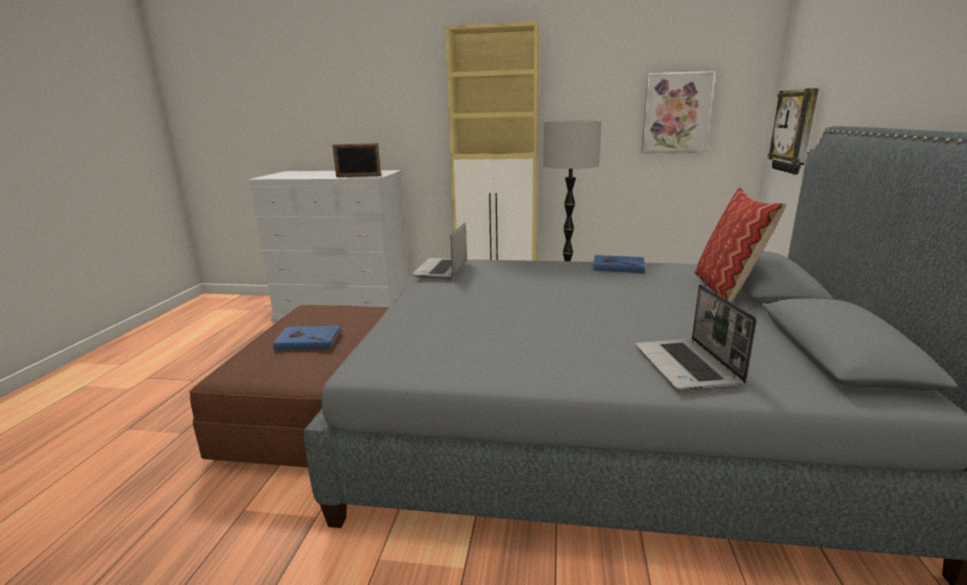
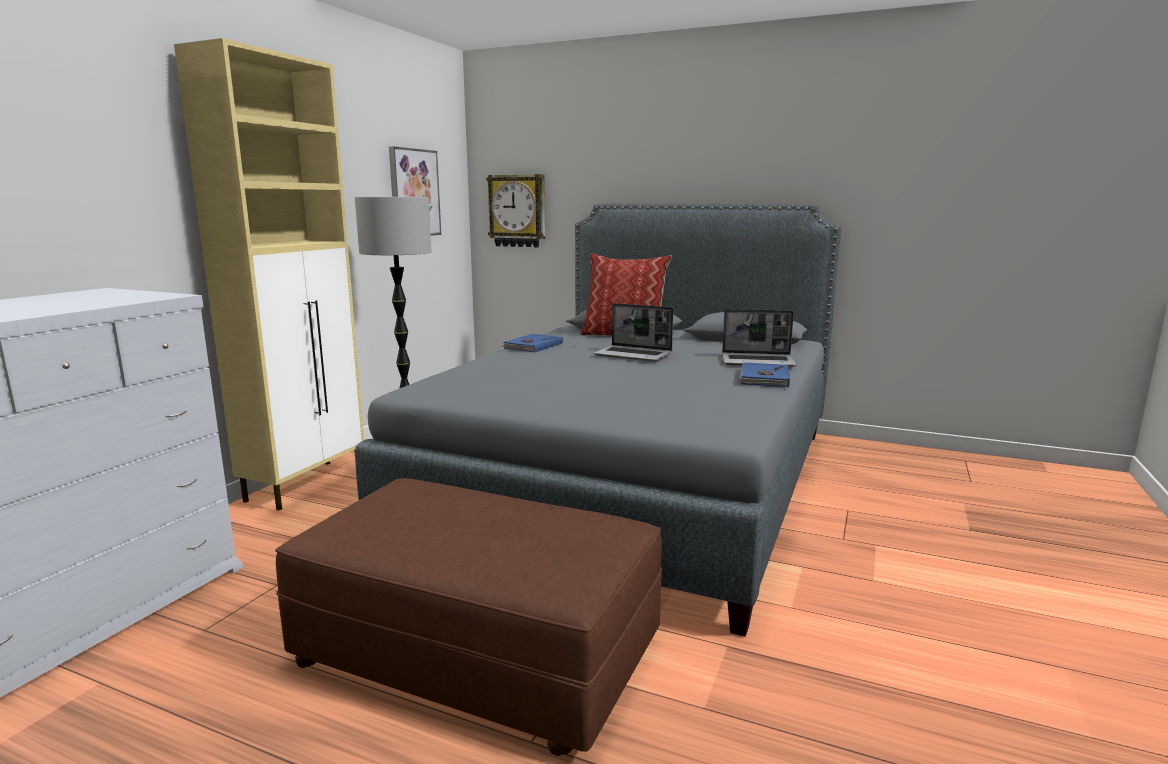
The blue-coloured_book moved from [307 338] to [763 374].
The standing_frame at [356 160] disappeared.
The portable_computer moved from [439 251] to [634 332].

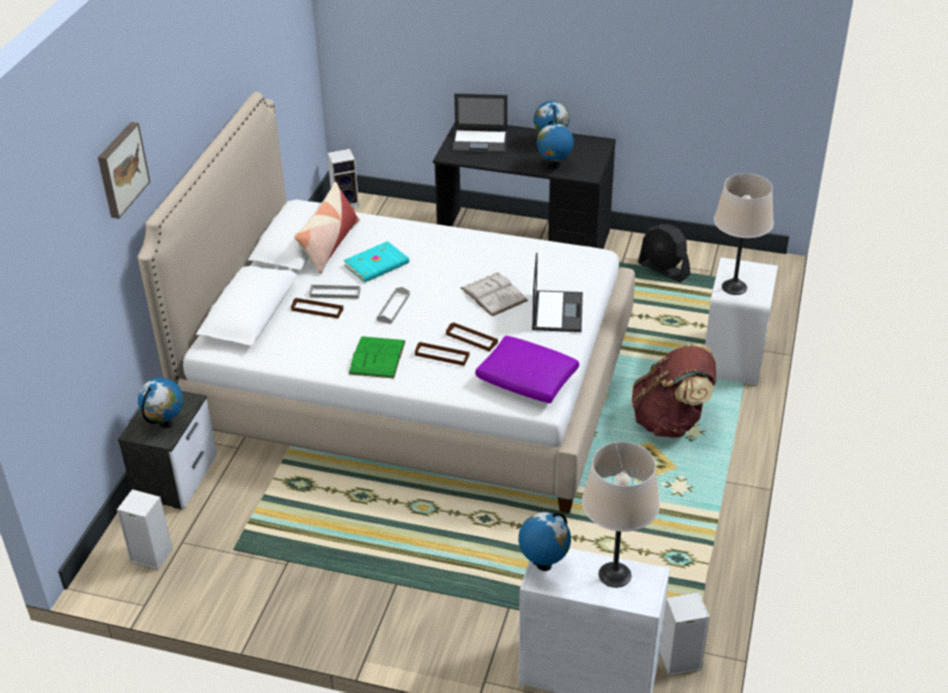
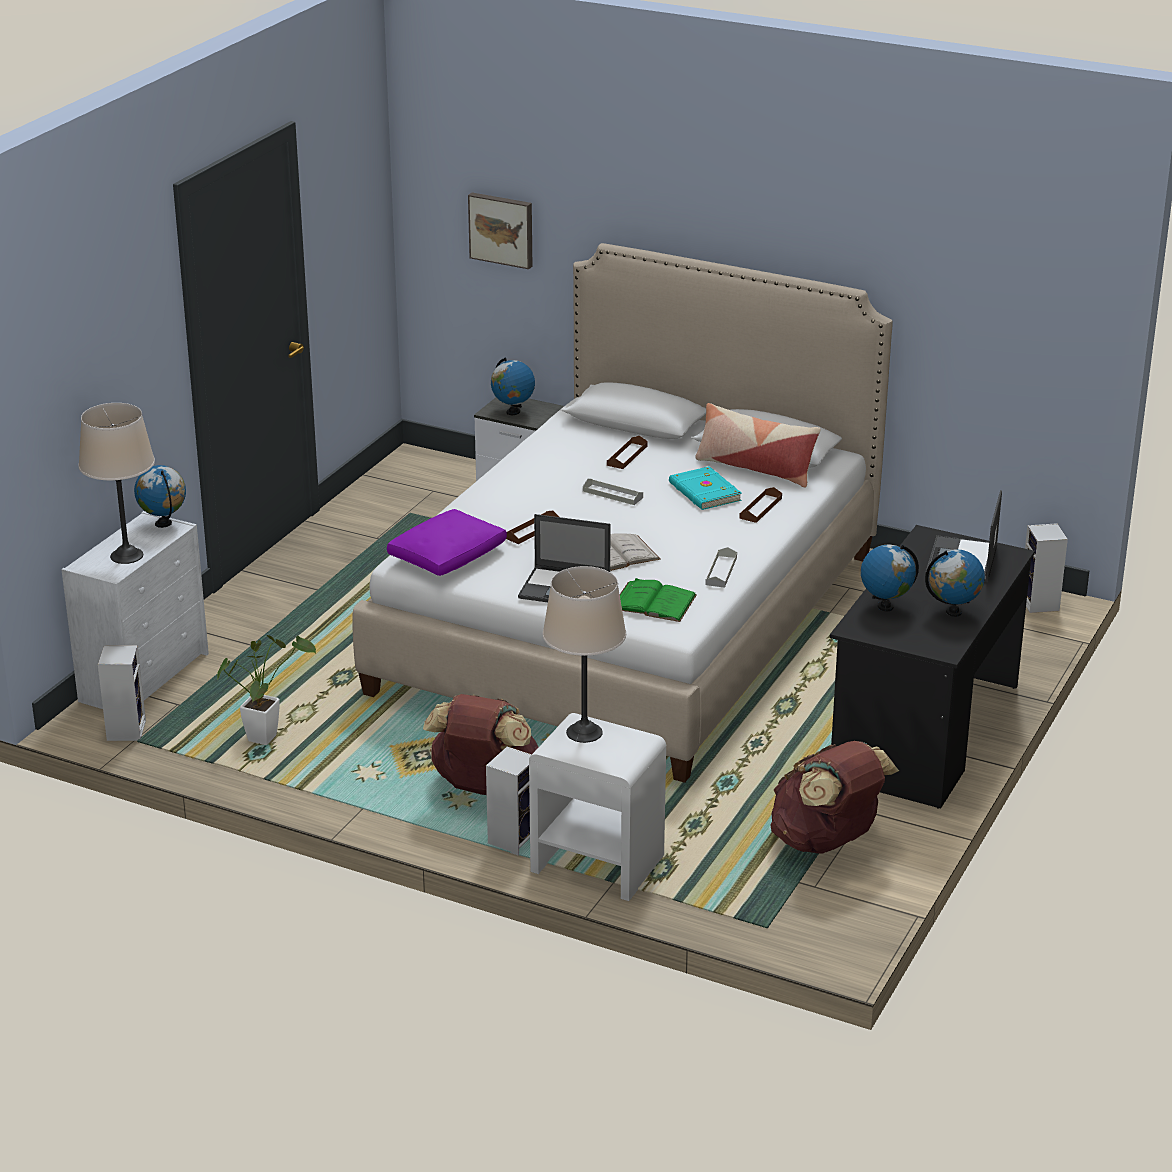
The picture moved from [124 170] to [500 231].
The speaker moved from [145 529] to [509 801].
The greyish_tray moved from [335 292] to [721 567].
The greenish_book moved from [377 357] to [658 600].
The brownish_tray moved from [442 354] to [760 505].
The black-coloured_fan at [664 253] was replaced by the brownish_rucksack at [835 797].
The houseplant at [266 690] appeared.

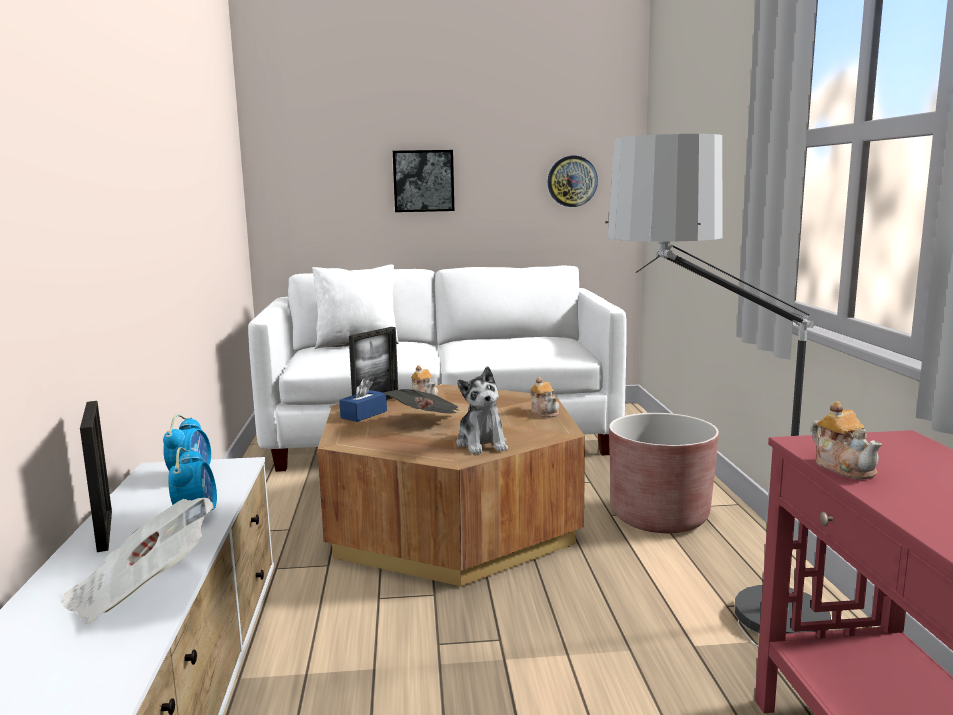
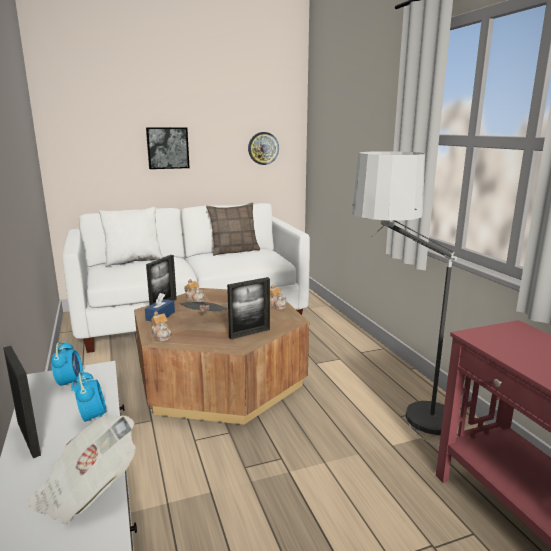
The soft_toy at [482 410] was replaced by the standing_frame at [248 308].
The brownish_plant_pot at [664 473] disappeared.
The pot_for_tea moved from [846 440] to [161 326].
The pillow at [233 229] appeared.

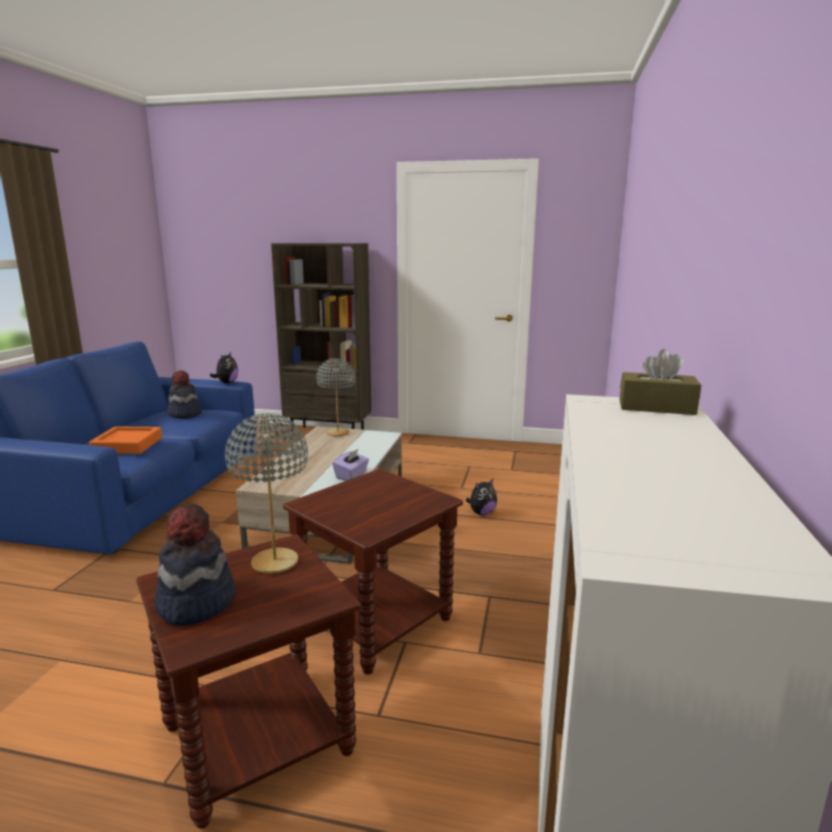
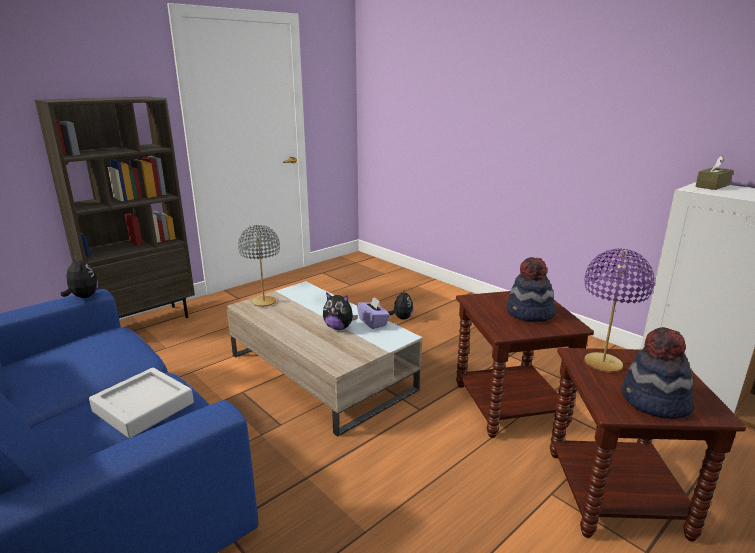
The orangey_tray at [125 440] became the greyish_tray at [141 403].
The hat moved from [184 394] to [531 289].
The greyish_tabletop_lamp at [266 493] became the purple-coloured_tabletop_lamp at [619 311].
The soft_toy at [340 311] appeared.

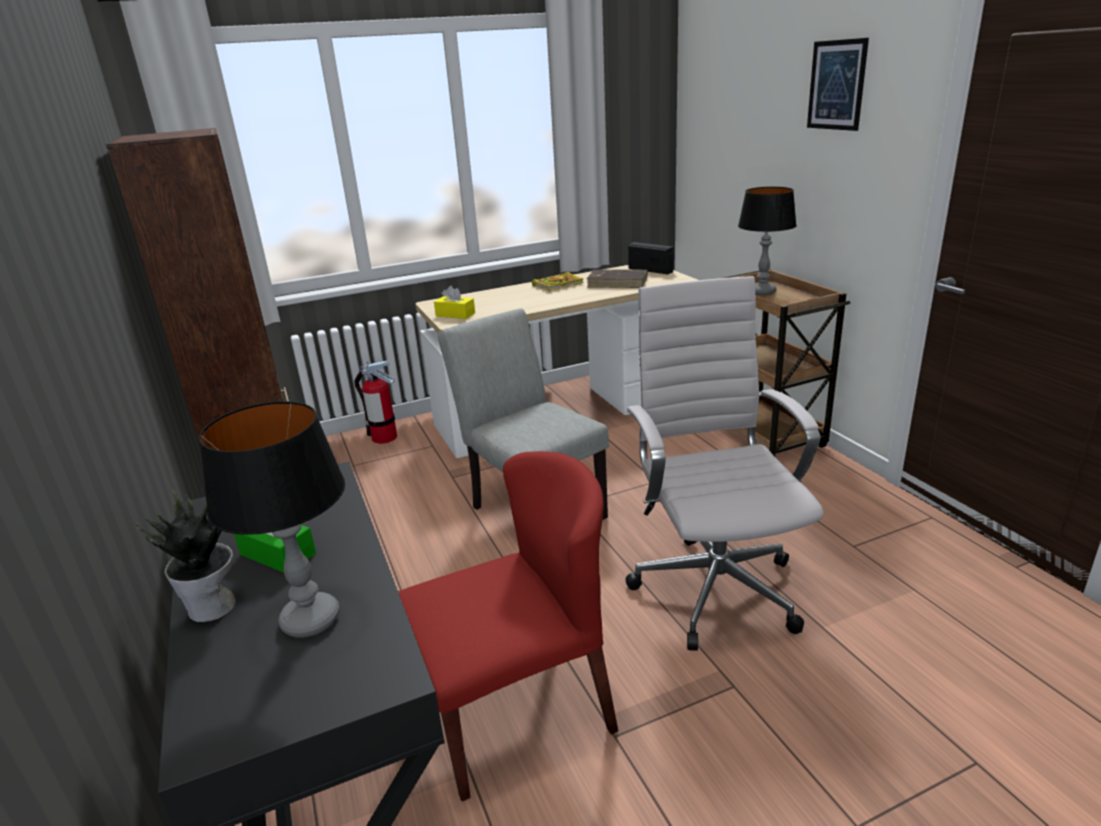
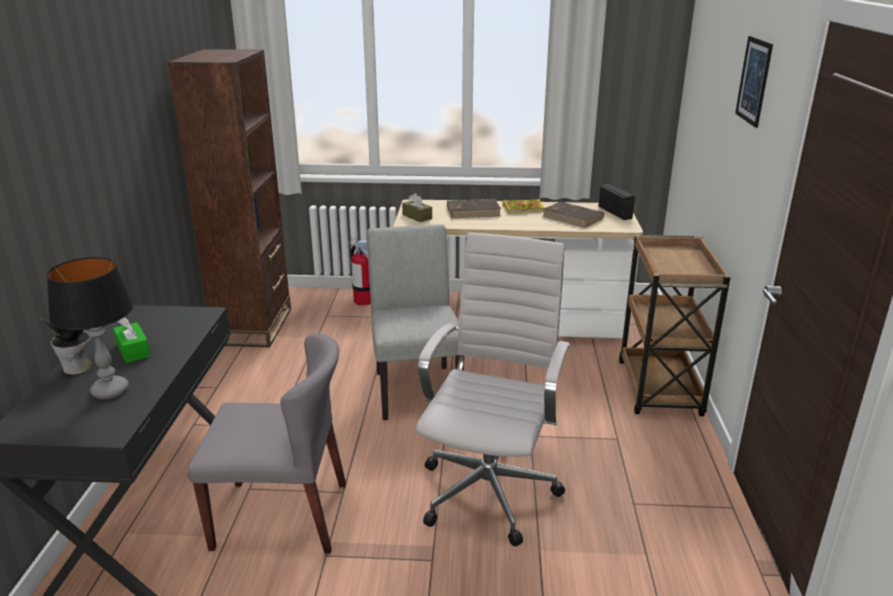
The reddish_upright_chair at [508 626] became the greyish_upright_chair at [267 443].
The yellowish_tissue_box at [454 302] became the brownish_tissue_box at [417 207].
The tabletop_lamp at [767 241] disappeared.
The brownish_book at [474 208] appeared.

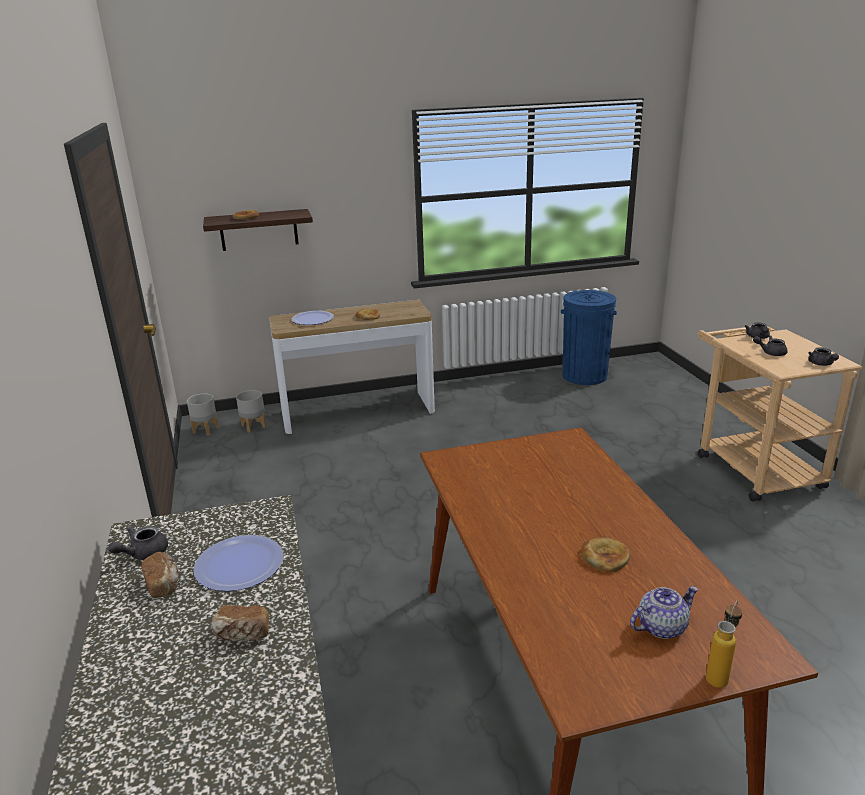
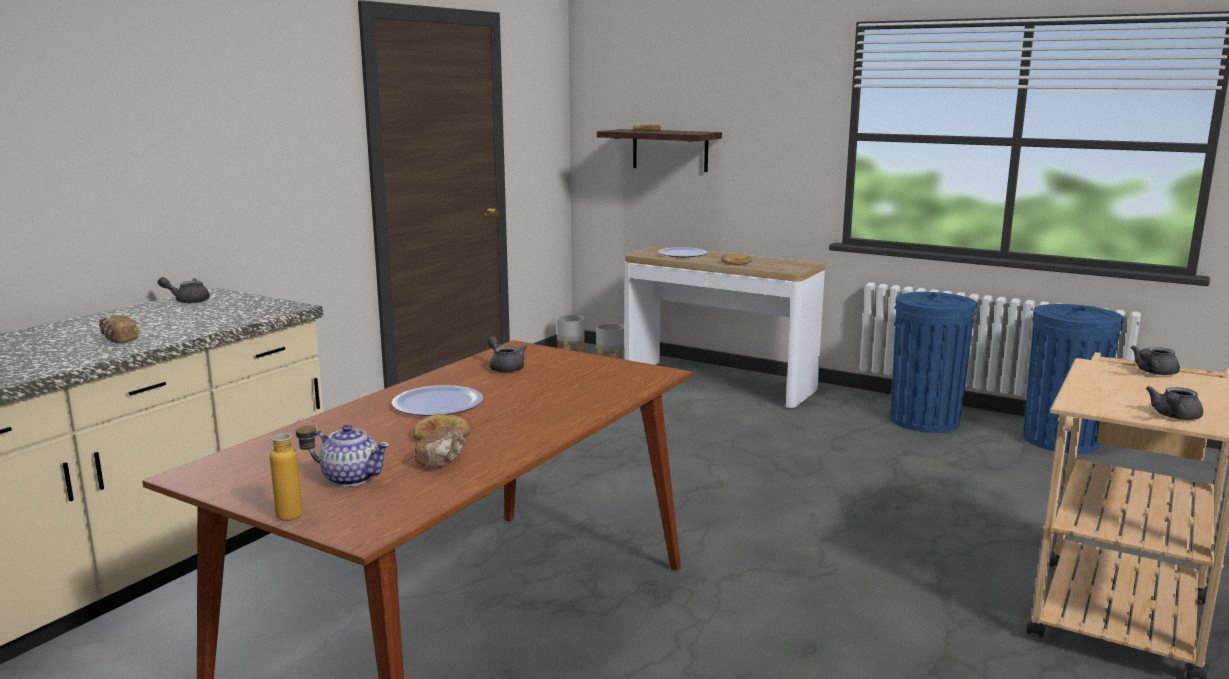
The bakery_bread moved from [159 574] to [440 447].
The flat_dish moved from [238 563] to [437 400].
The greyish_pot_for_tea moved from [770 345] to [506 354].
The blue-coloured_waste_bin at [933 362] appeared.

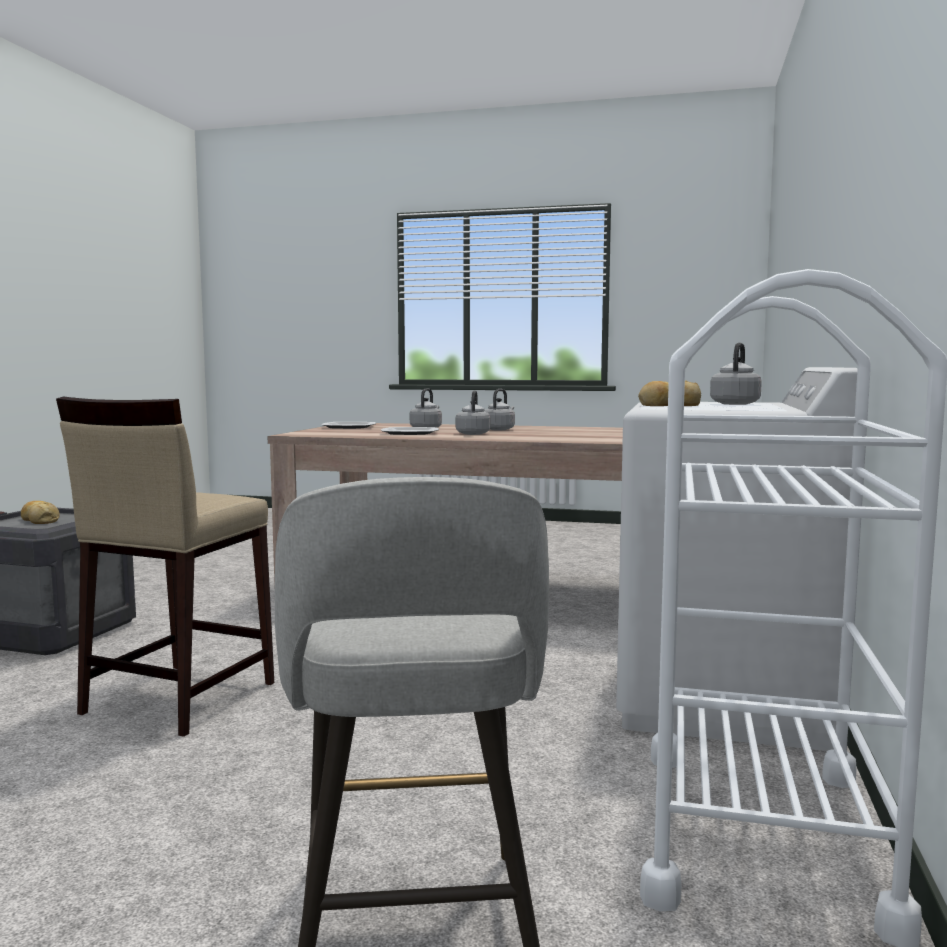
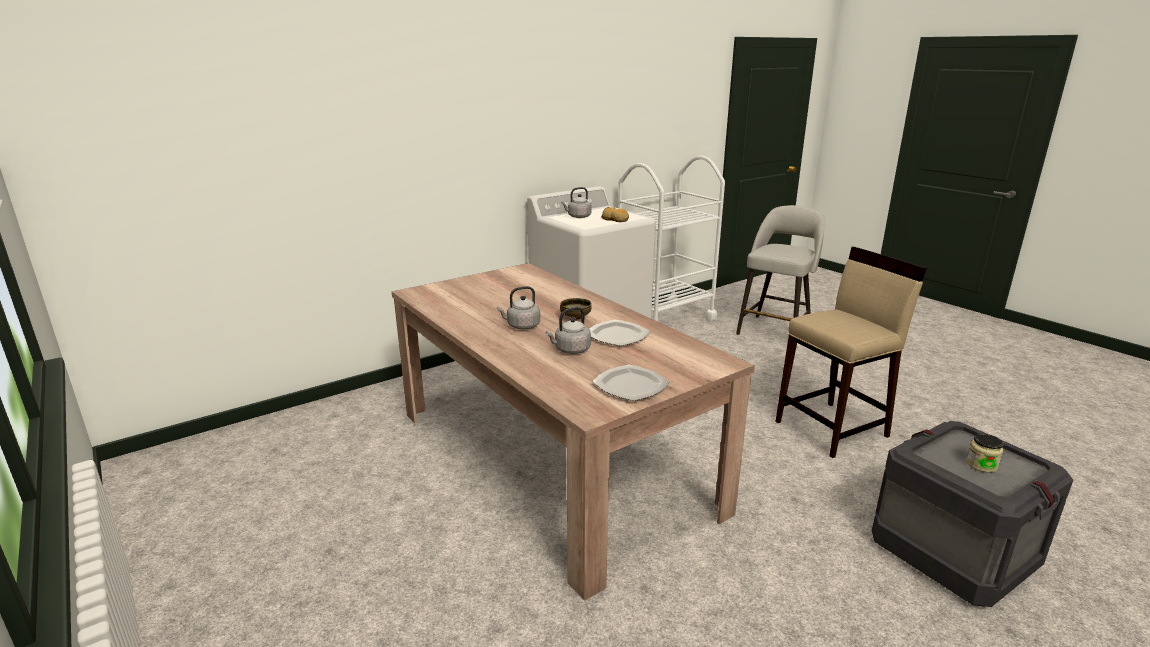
The bakery_bread at [40 512] was replaced by the jar at [985 453].
The greyish_kettle at [473 412] was replaced by the serving_bowl at [576 309].

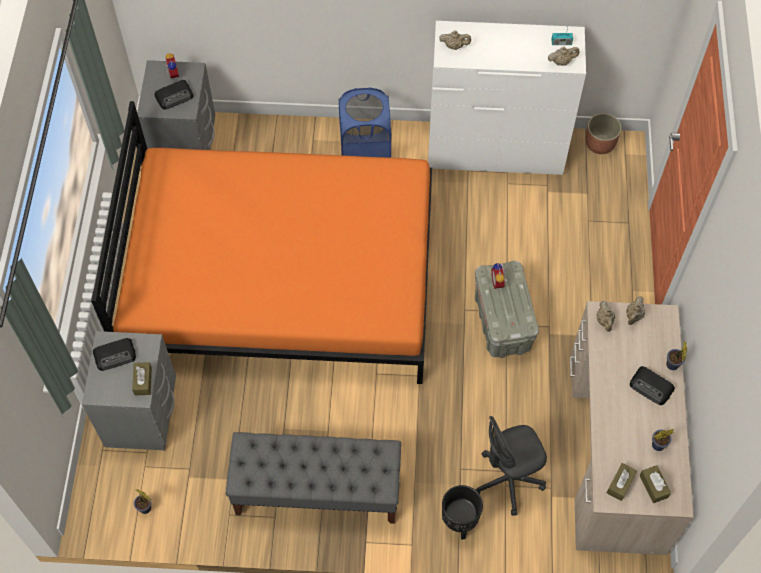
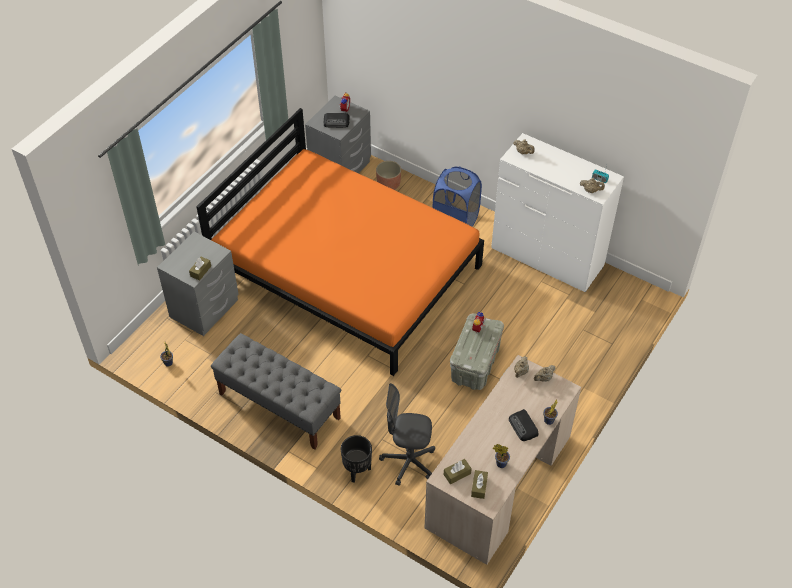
The radio at [114 354] disappeared.
The plant_pot moved from [603 133] to [388 175].

